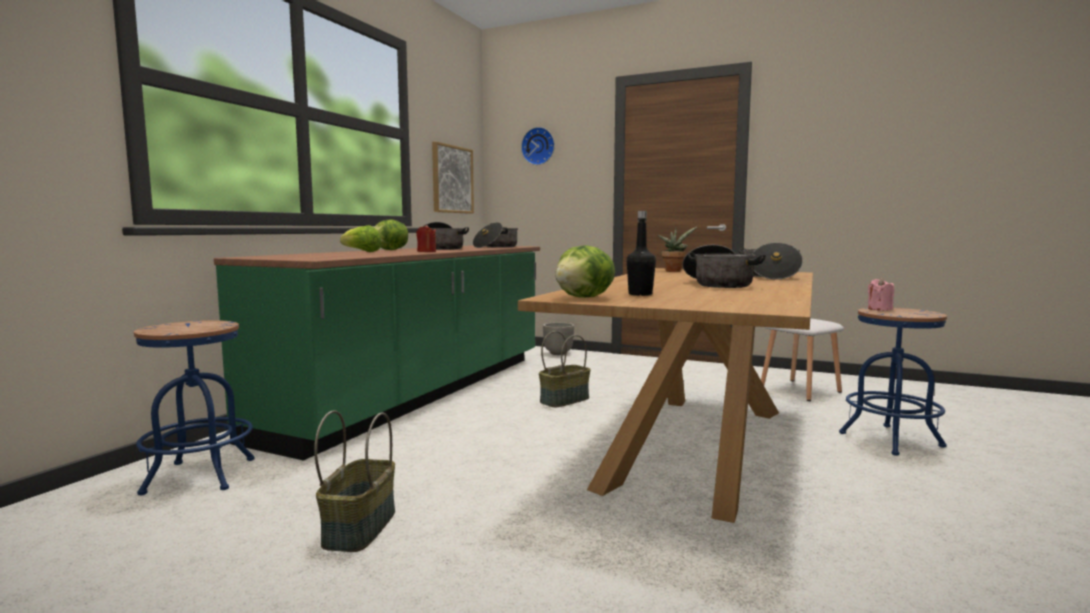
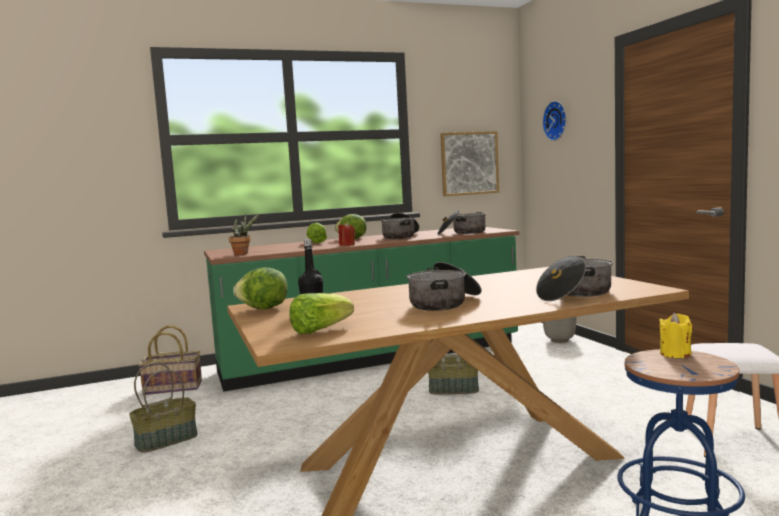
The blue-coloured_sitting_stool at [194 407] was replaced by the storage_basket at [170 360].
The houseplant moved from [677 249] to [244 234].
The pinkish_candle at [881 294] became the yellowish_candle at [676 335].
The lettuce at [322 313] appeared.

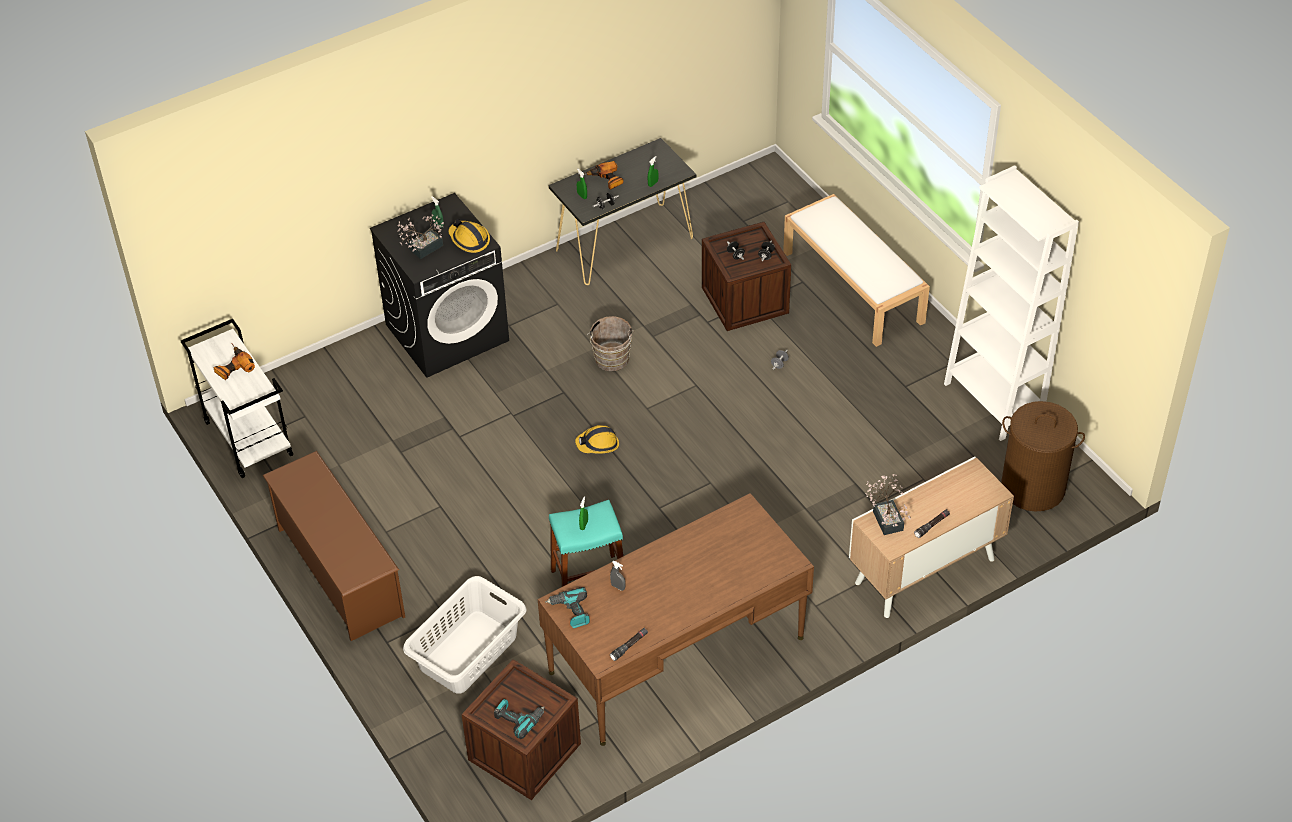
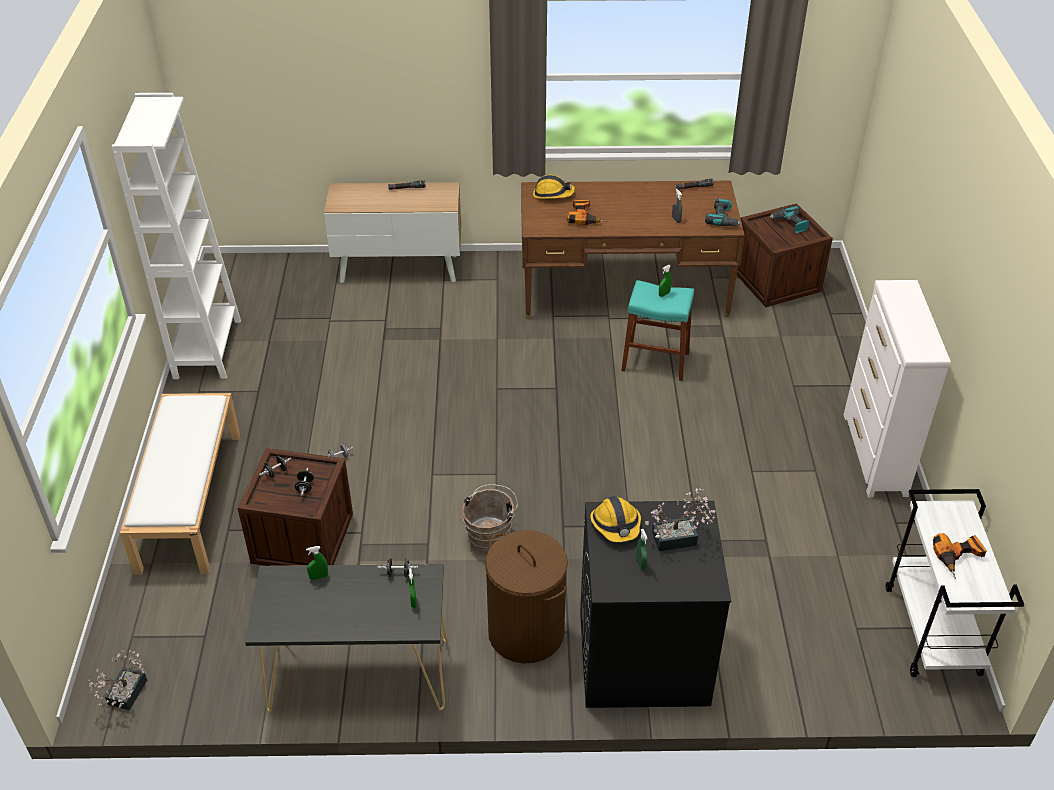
The brownish_shoe_rack at [333 546] was replaced by the whitish_dresser at [897 388].
The greyish_laundry_basket at [465 635] disappeared.
The safety_helmet moved from [597 439] to [554 187].
The electric_drill moved from [603 175] to [587 212].
The houseplant moved from [888 504] to [117 680].
The brownish_laundry_basket moved from [1043 456] to [526 596].

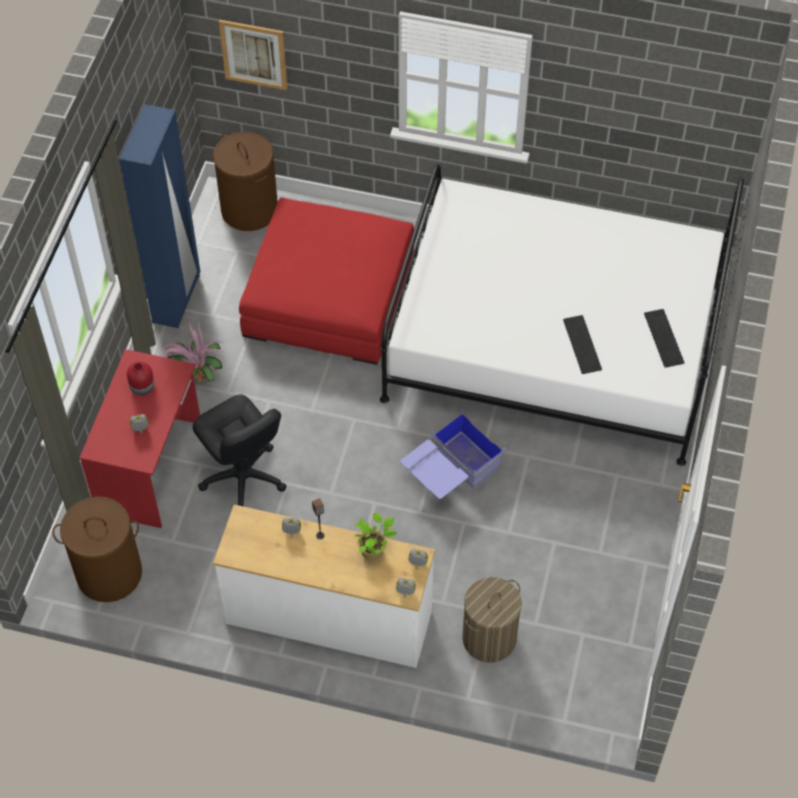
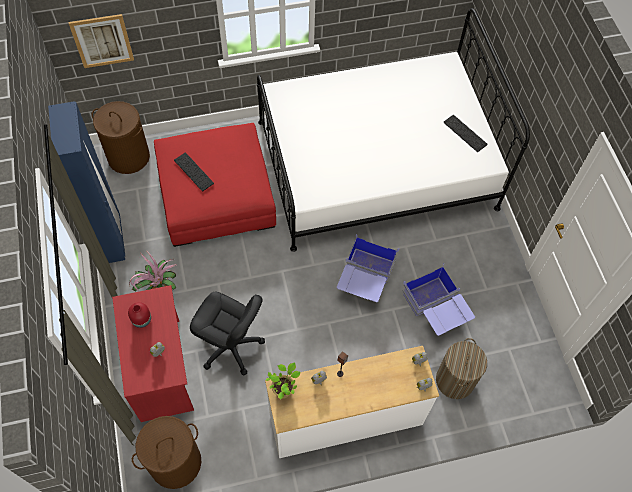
The houseplant moved from [375 537] to [283 380].
The computer_keyboard moved from [582 344] to [194 172].
The blue-coloured_storage_box at [438 300] appeared.

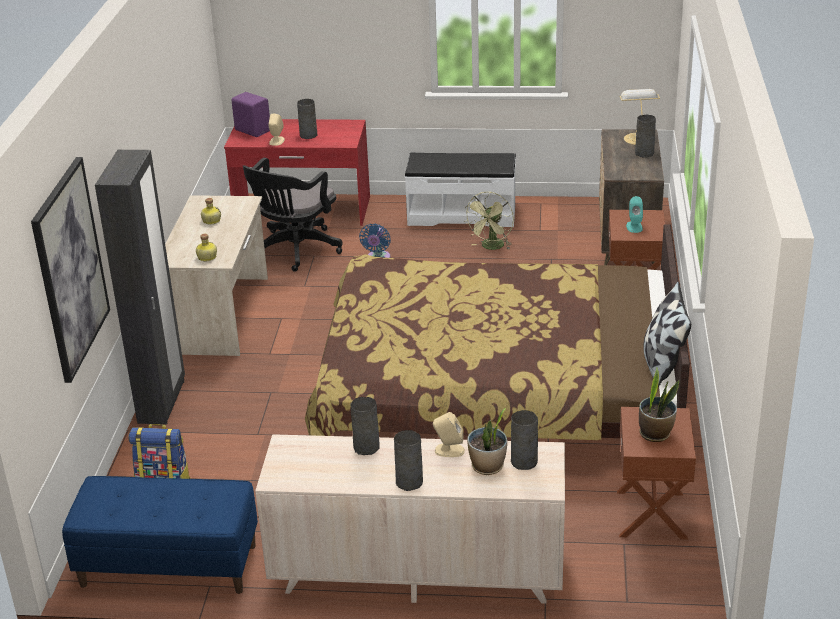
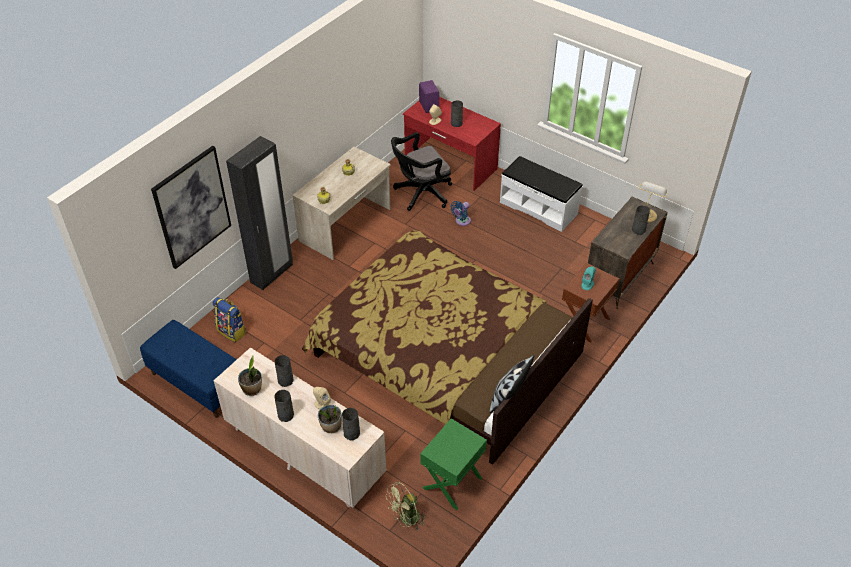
The greenish_fan moved from [489 221] to [406 506].
The brownish_bedside_table at [656 473] became the greenish_bedside_table at [453 464].
The houseplant moved from [659 405] to [250 376].

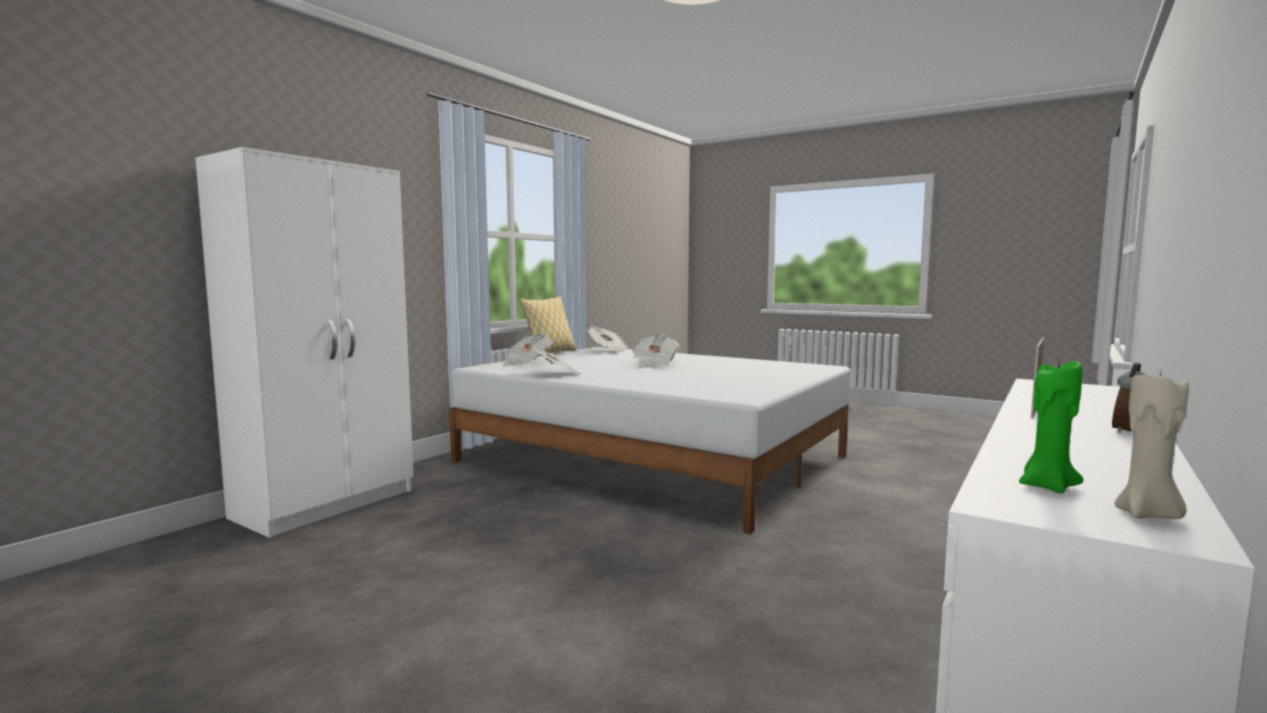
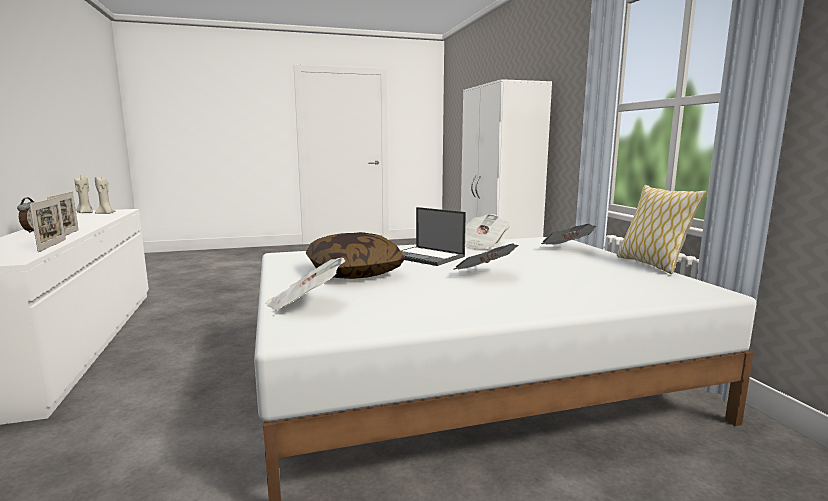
The printed_paper moved from [608 339] to [305 284].
The greenish_candle at [1051 427] became the sand-coloured_candle at [105 195].
The standing_frame at [48 224] appeared.
The pillow at [355 255] appeared.
The portable_computer at [433 236] appeared.

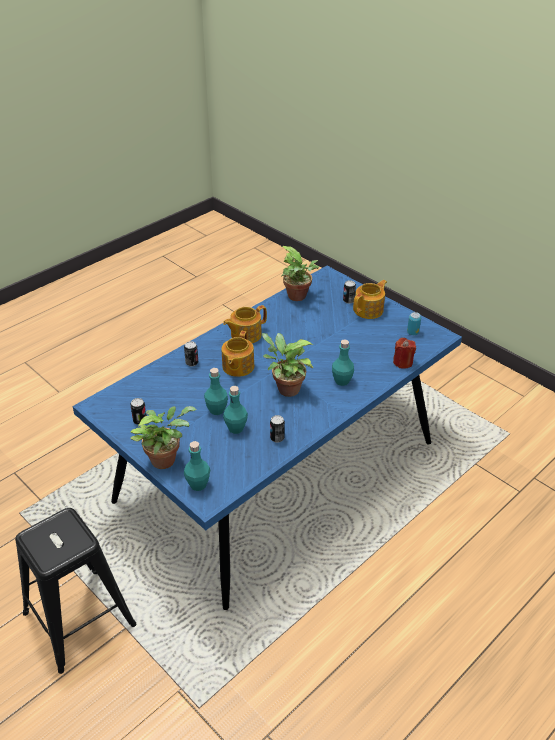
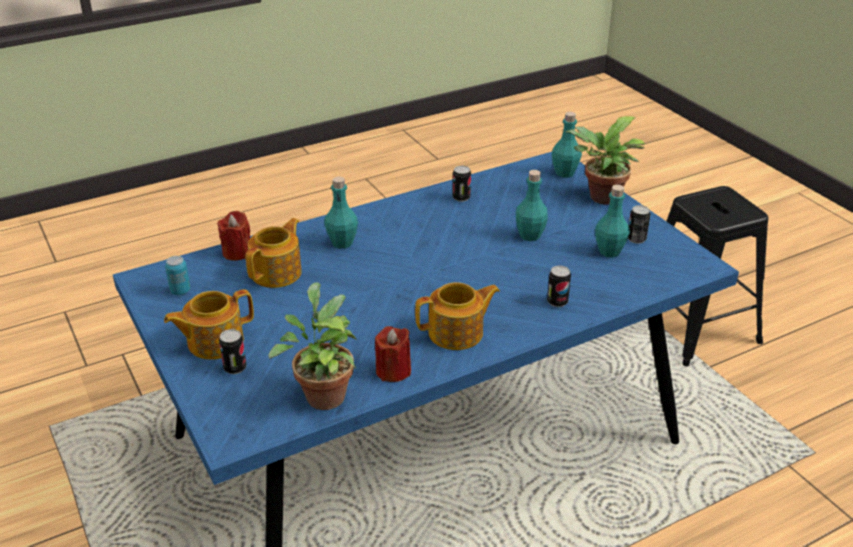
The pot_for_tea moved from [237 354] to [274 253].
The turquoise-coloured_bottle moved from [235 410] to [612 221].
The houseplant at [287 365] disappeared.
The reddish_candle at [393 354] appeared.

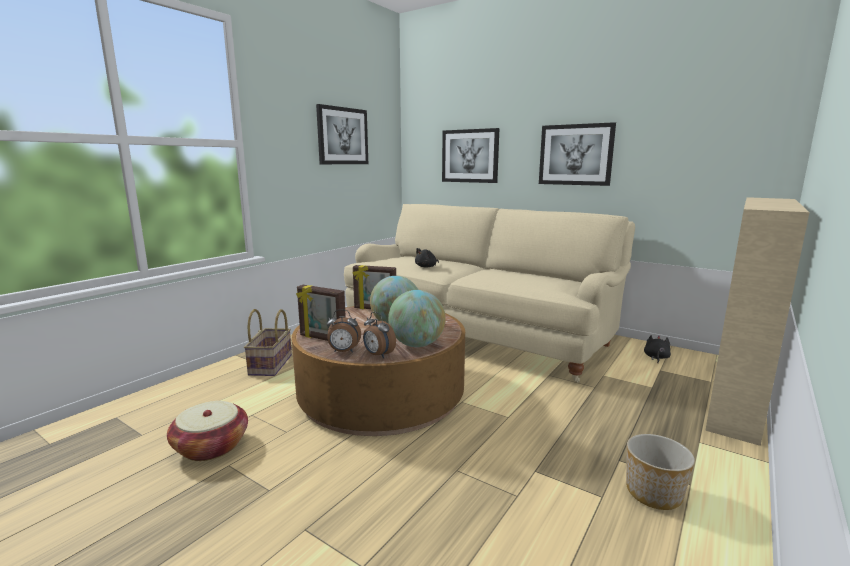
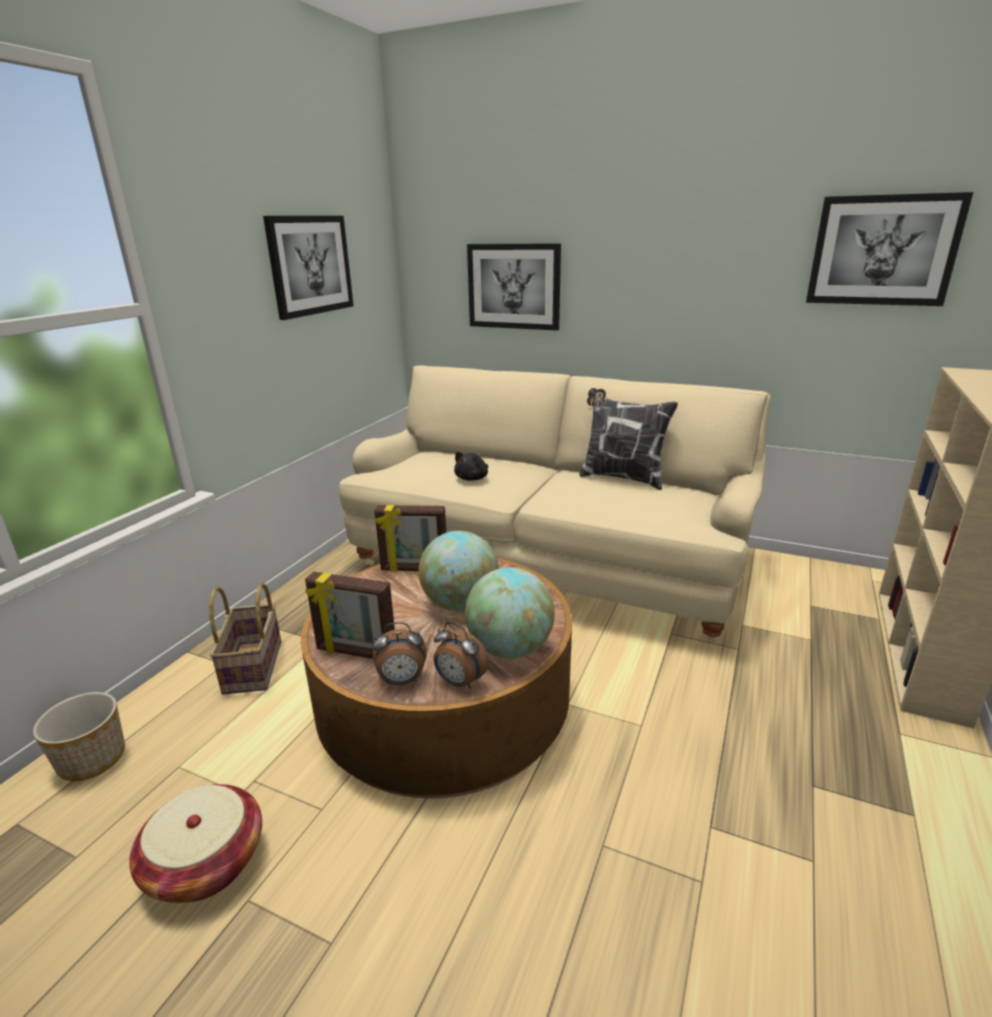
The picture moved from [577 154] to [889 249].
The plant_pot moved from [660 472] to [79 736].
The black-coloured_soft_toy at [657 349] disappeared.
The pillow at [628 439] appeared.

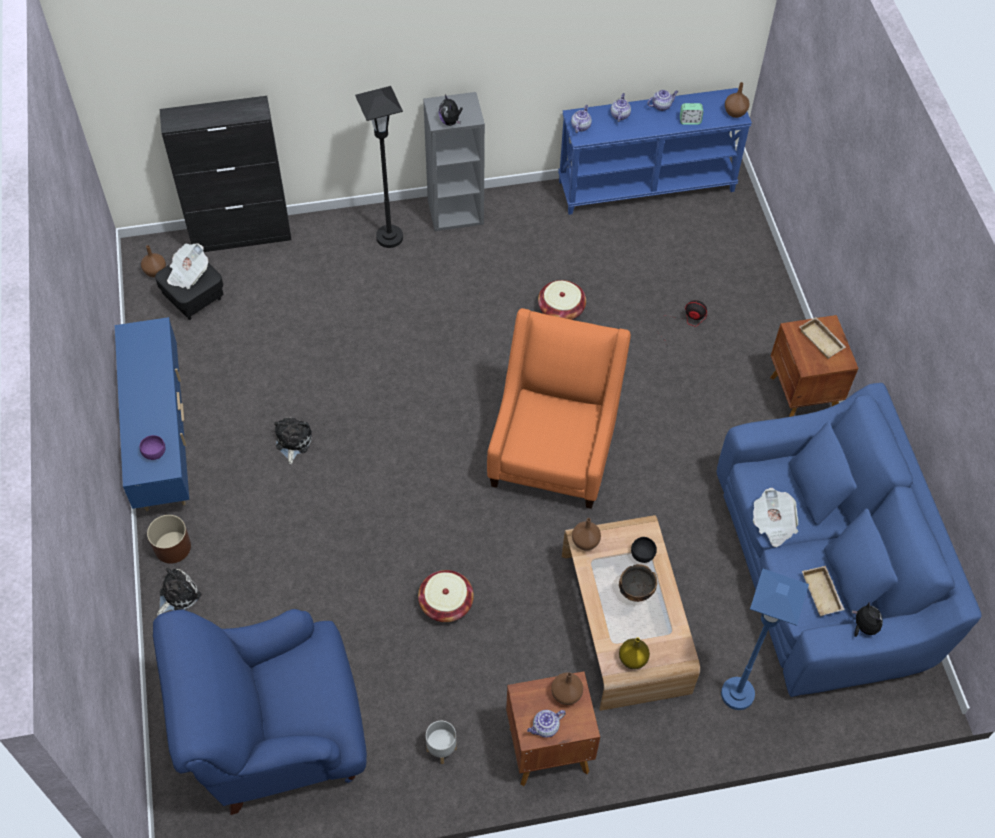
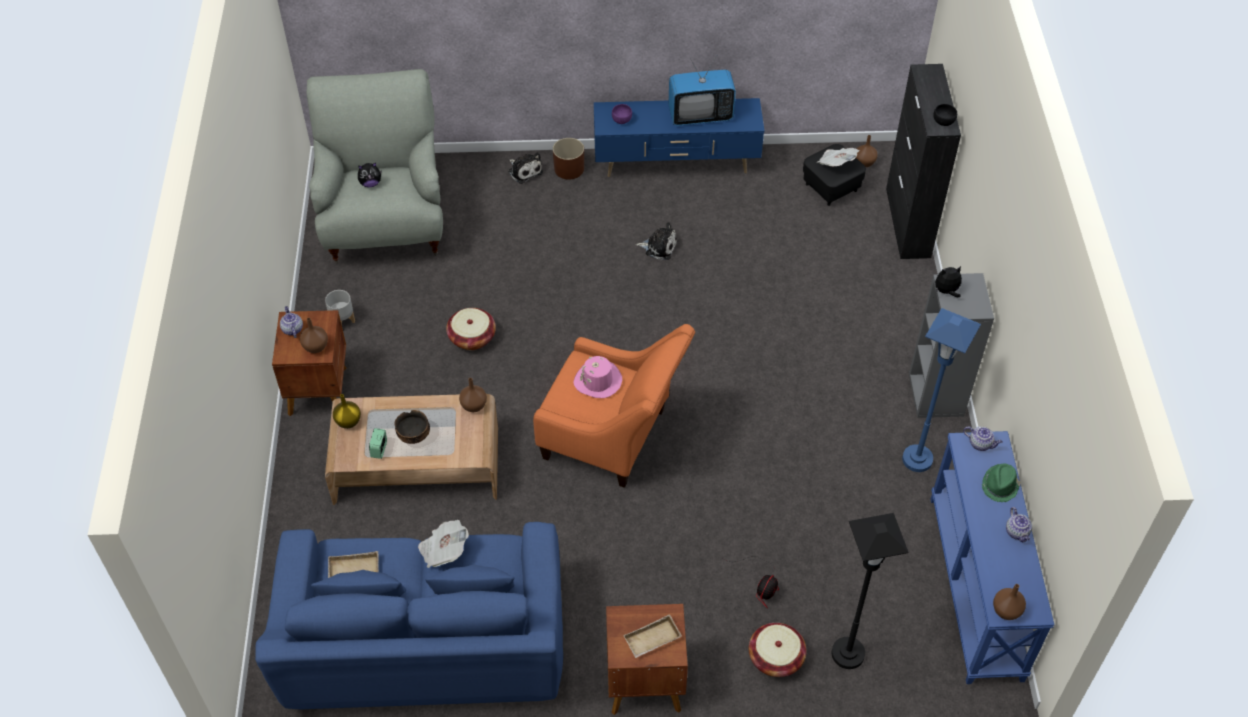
The blue-coloured_easy_chair at [260 712] became the greyish_easy_chair at [374 166].
The black-coloured_standard_lamp moved from [379 167] to [870 591].
The storage_basket moved from [562 300] to [778 650].
The pot_for_tea at [620 107] was replaced by the greenish_hat at [1001 482].
The black-coloured_serving_bowl moved from [644 550] to [945 115].
The alarm_clock moved from [691 114] to [378 443].
The blue-coloured_standard_lamp moved from [765 639] to [941 390].
The soft_toy moved from [867 619] to [370 174].
The pinkish_hat at [597 377] appeared.
The TV at [702 90] appeared.

